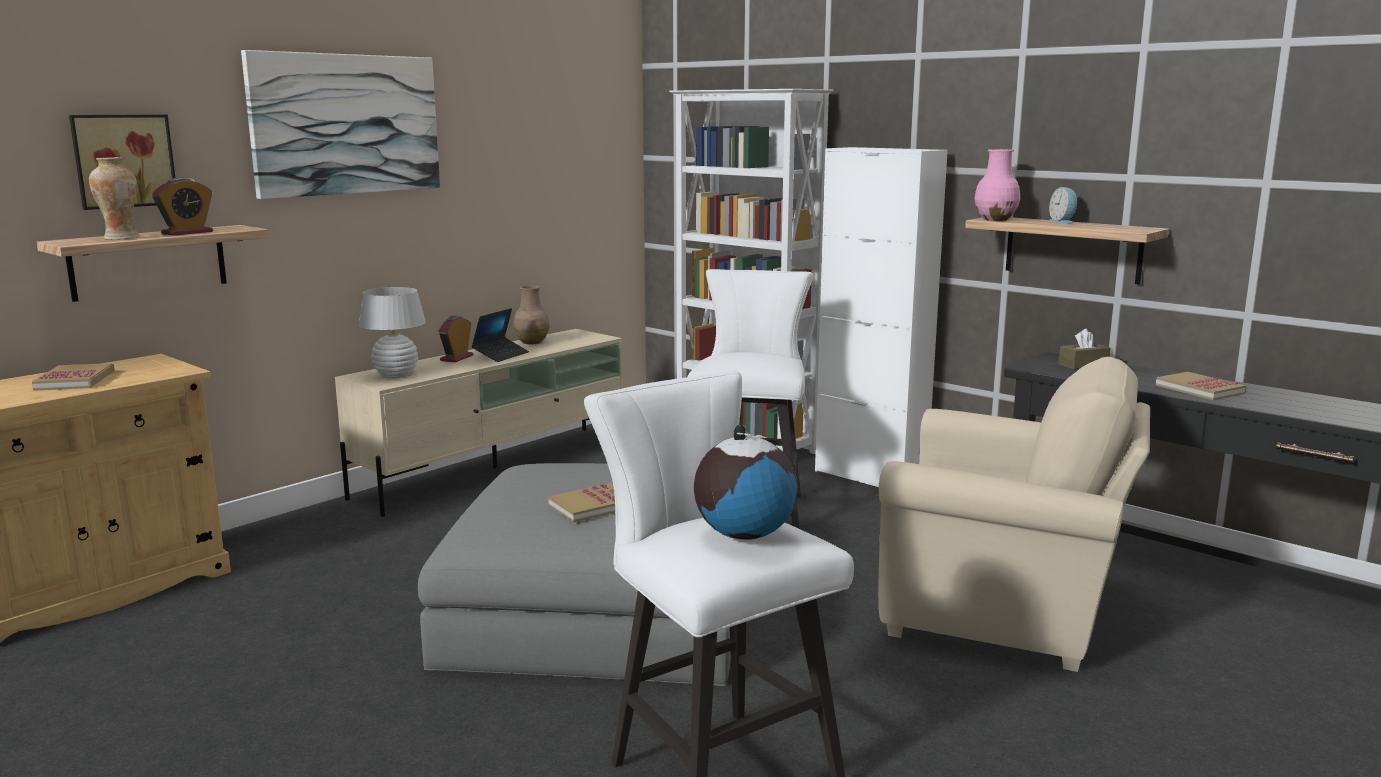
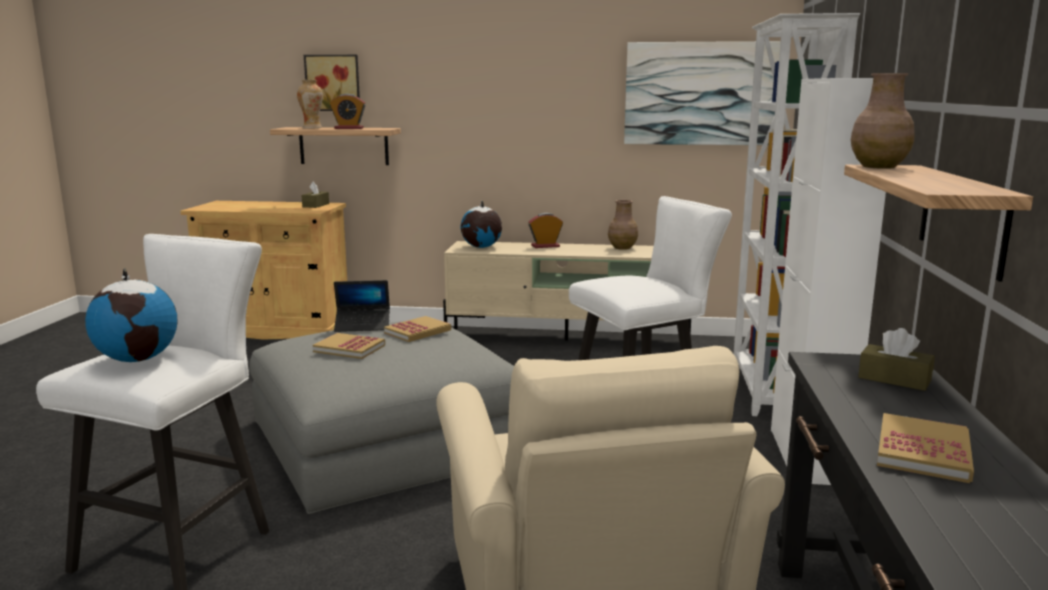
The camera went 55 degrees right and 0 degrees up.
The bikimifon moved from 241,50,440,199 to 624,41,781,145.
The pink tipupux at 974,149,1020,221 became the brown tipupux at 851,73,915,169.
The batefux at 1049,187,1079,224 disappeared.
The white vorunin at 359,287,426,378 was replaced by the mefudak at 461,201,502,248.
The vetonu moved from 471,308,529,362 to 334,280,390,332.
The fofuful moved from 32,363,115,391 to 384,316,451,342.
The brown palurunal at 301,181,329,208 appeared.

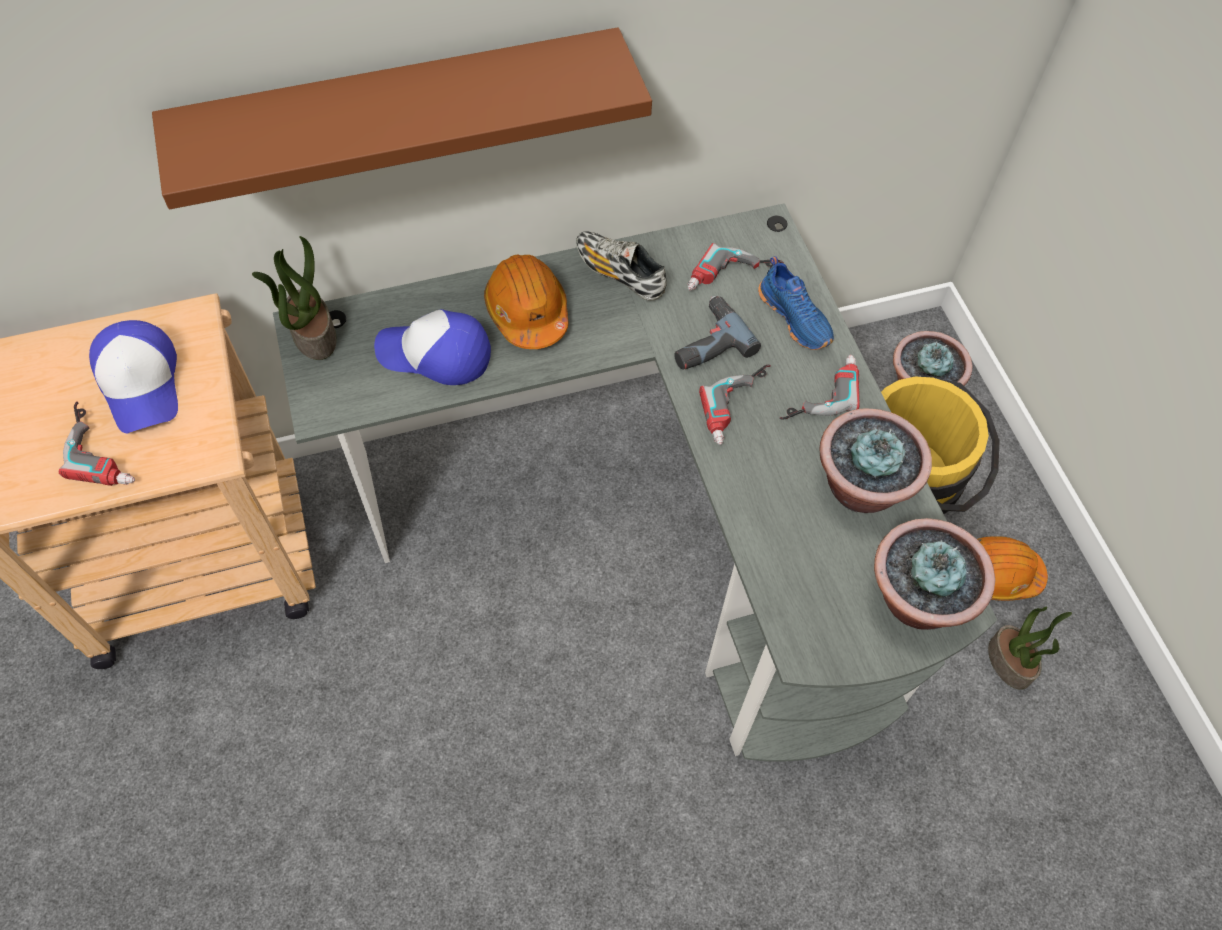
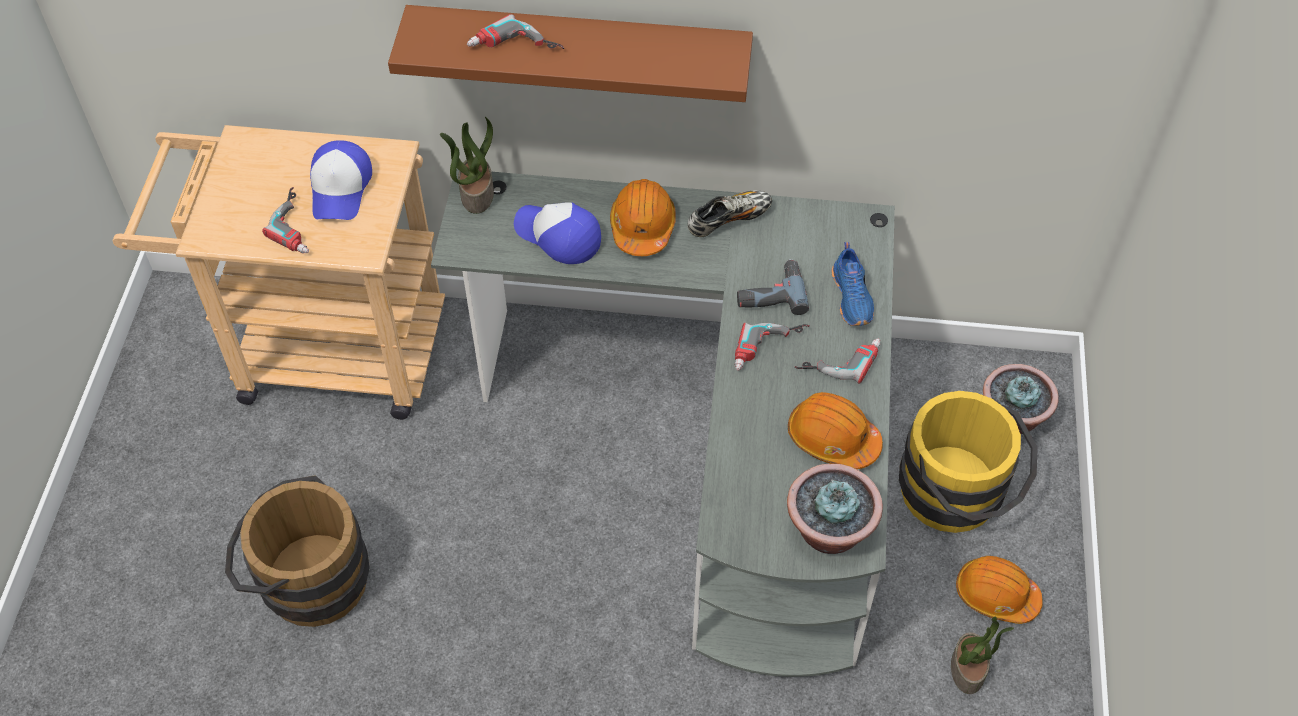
The camera went 25 degrees right and 5 degrees down.
The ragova at 576,231,667,301 turned 90 degrees clockwise.
The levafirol moved from 688,243,784,291 to 467,14,564,49.
The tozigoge at 819,409,932,513 was replaced by the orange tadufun at 788,392,883,469.
The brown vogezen at 225,475,370,627 appeared.

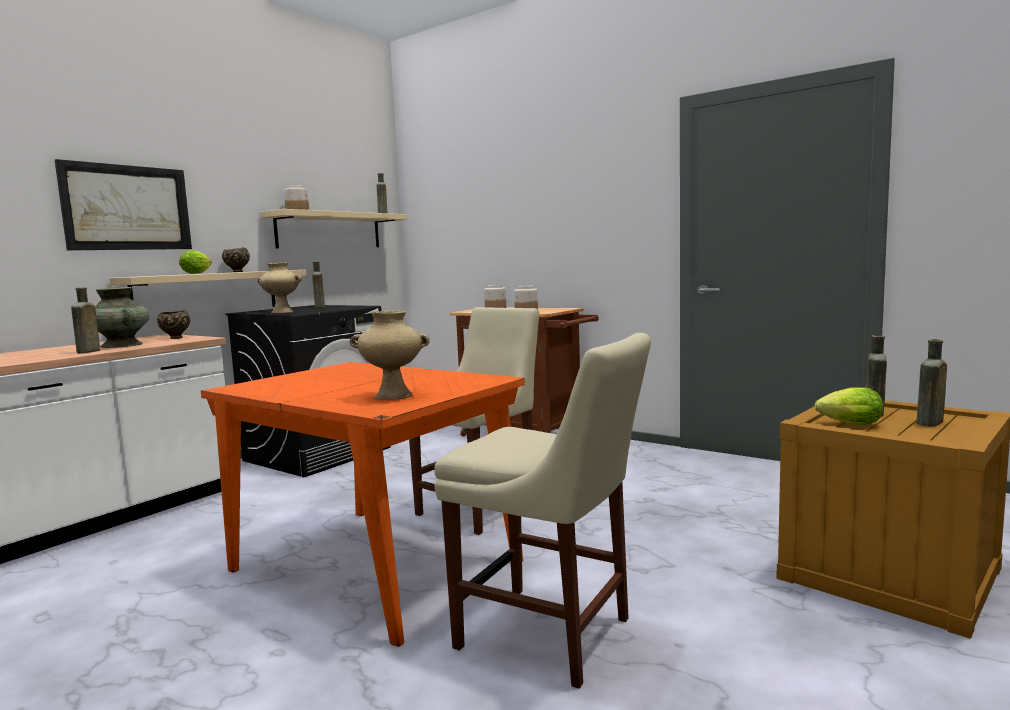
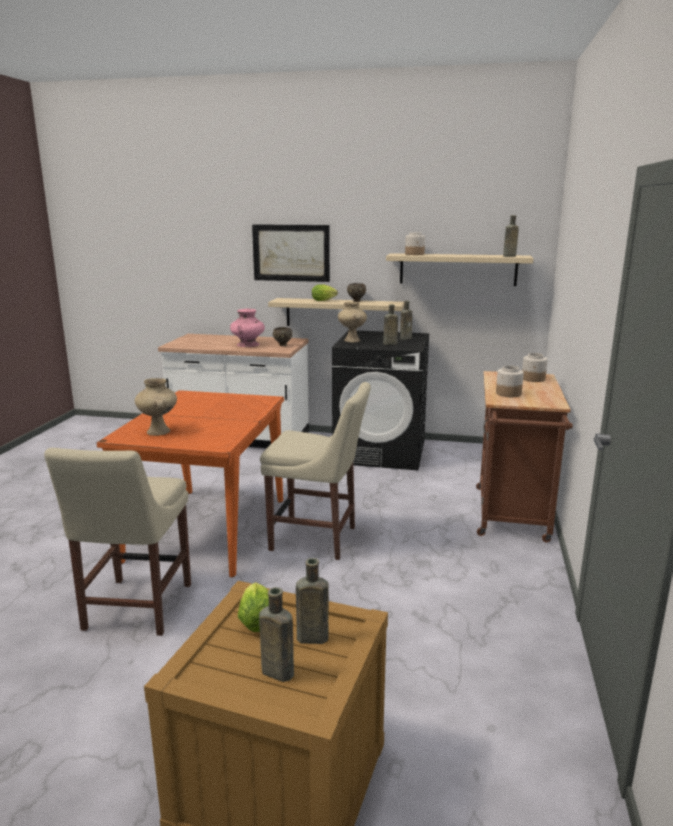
The camera went 65 degrees right and 10 degrees up.
The turquoise tipupux at 95,286,149,348 became the pink tipupux at 230,309,265,347.
The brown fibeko moved from 71,288,100,354 to 383,305,398,345.

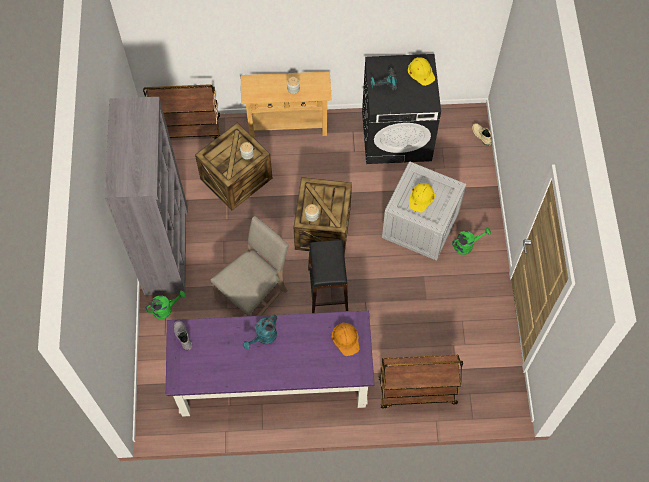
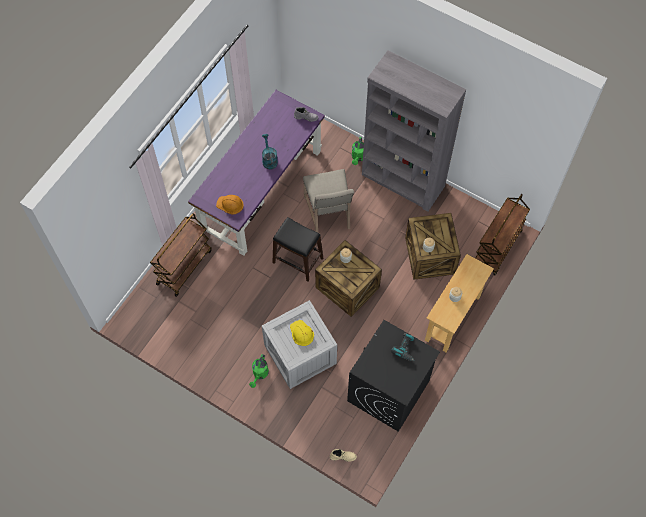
The camera went 125 degrees right and 0 degrees up.
The yellow tadufun at 408,57,435,86 disappeared.

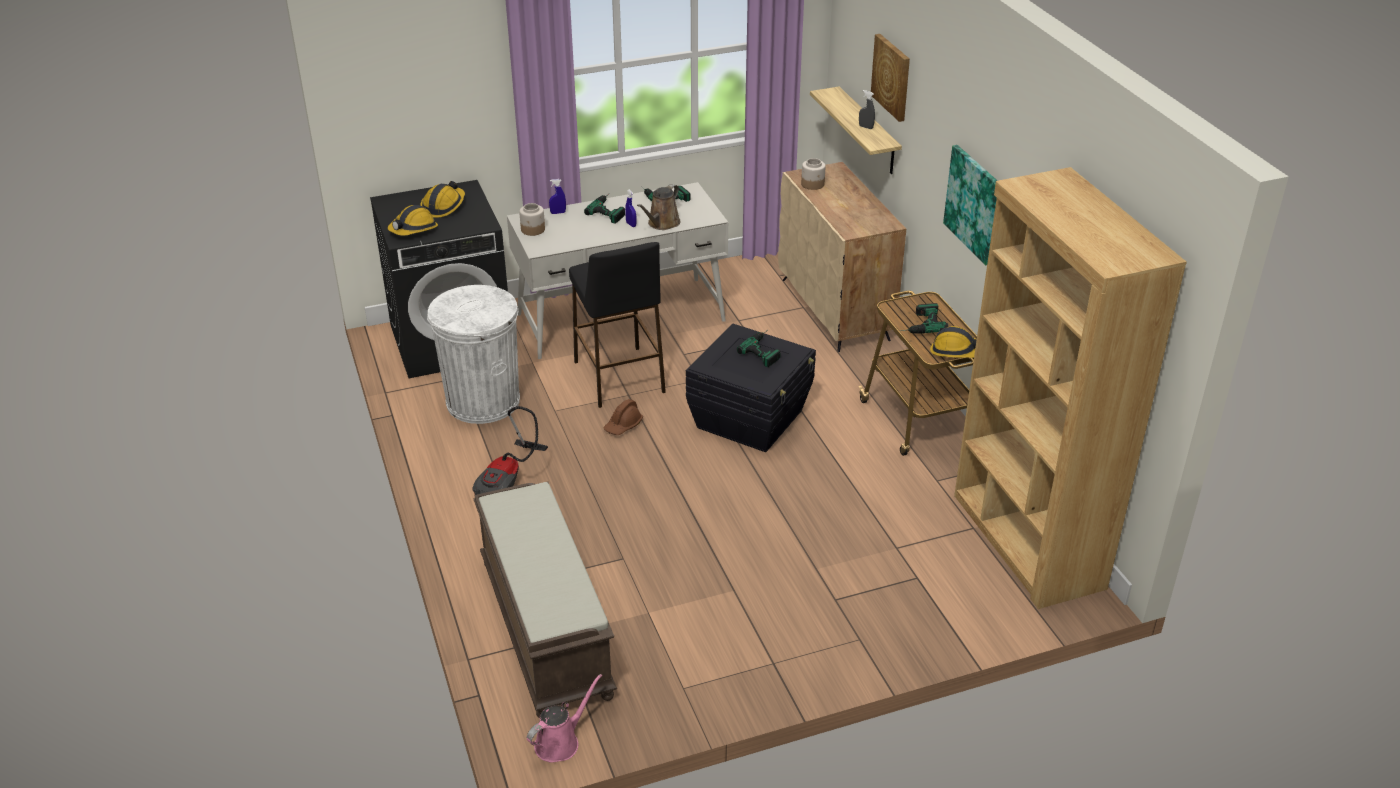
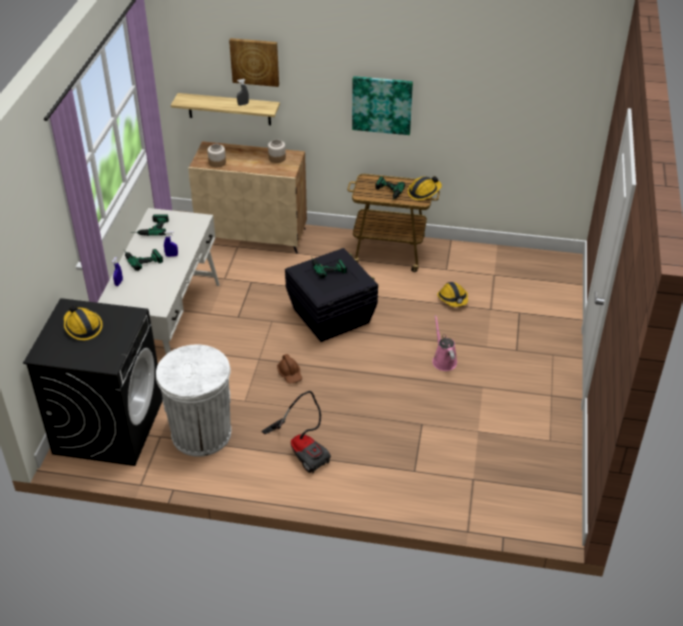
The camera went 60 degrees left and 5 degrees up.
The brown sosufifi at 954,167,1187,609 disappeared.
The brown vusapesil at 637,184,681,230 disappeared.
The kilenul moved from 519,203,545,236 to 268,139,286,163.
The tadufun moved from 388,205,438,236 to 437,282,468,307.
The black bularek at 569,242,666,408 disappeared.
The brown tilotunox at 474,481,617,718 disappeared.
The pink vusapesil moved from 527,674,602,763 to 432,315,457,371.

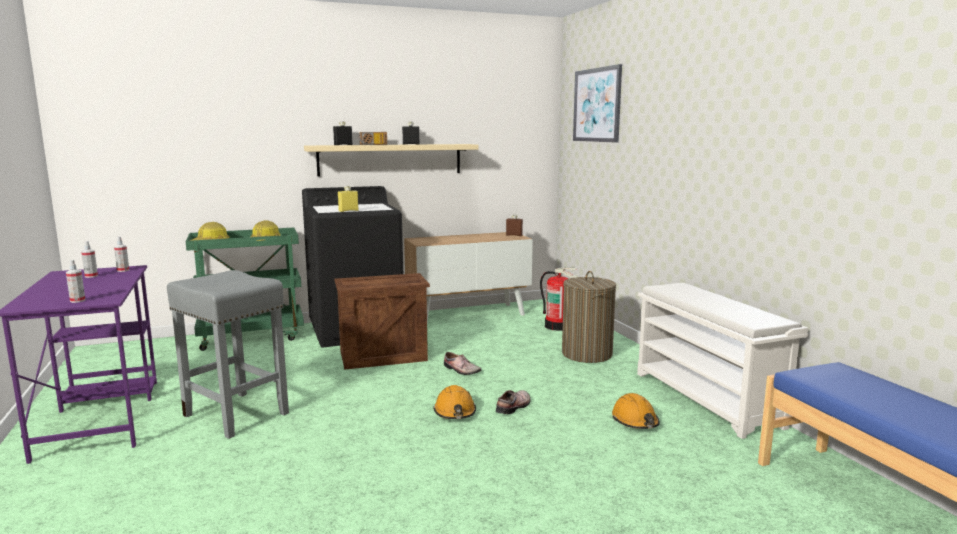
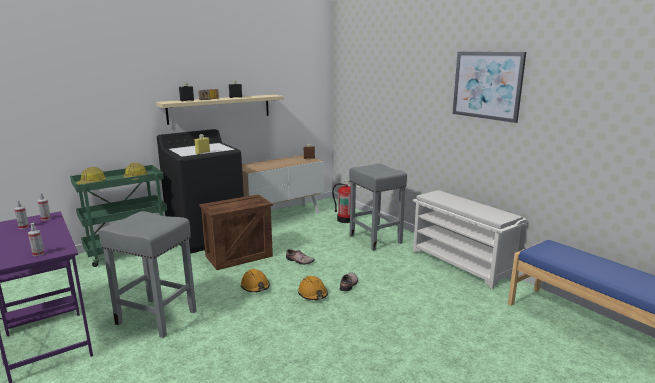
The camera went 15 degrees left and 5 degrees up.
The bikimifon moved from 573,64,622,143 to 452,52,526,123.
The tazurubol at 562,271,616,363 was replaced by the grey bularek at 349,164,407,251.
The orange tadufun moved from 612,393,660,429 to 241,269,270,292.

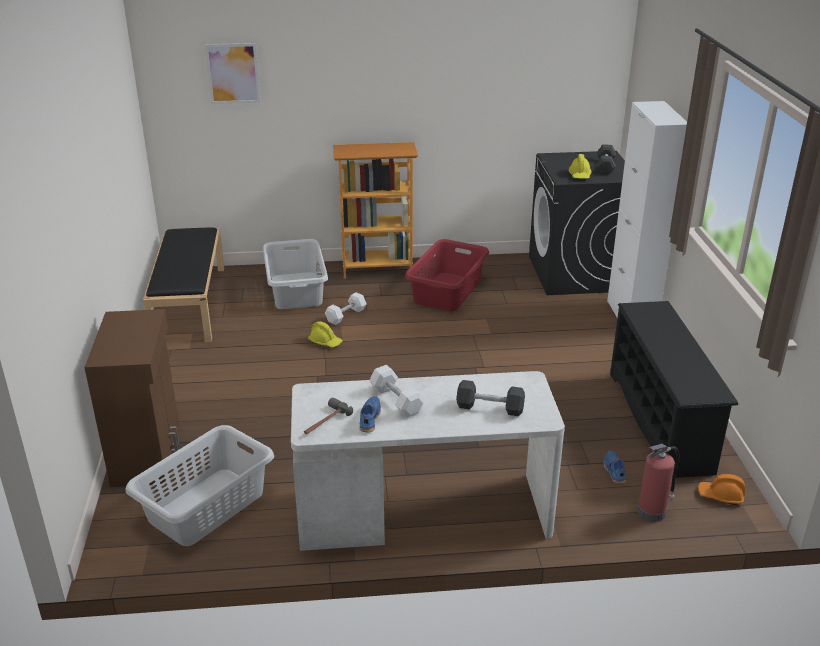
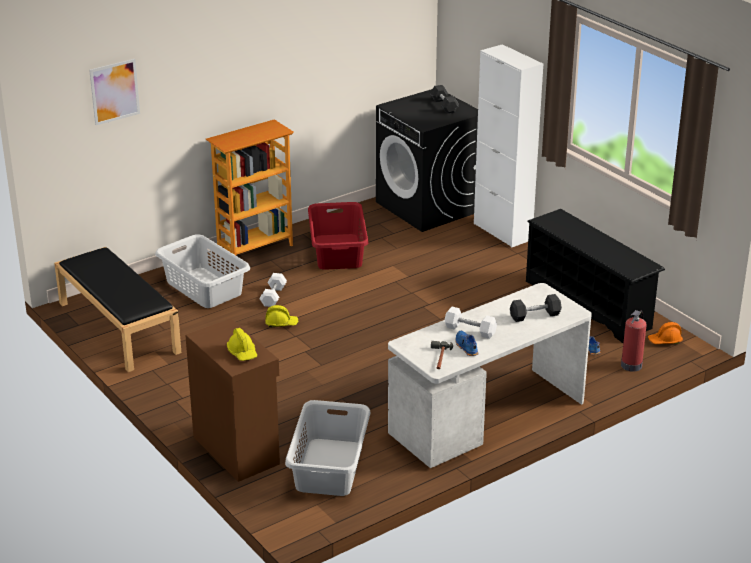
The camera went 30 degrees left and 0 degrees up.
The yellow tadufun moved from 568,154,592,179 to 227,328,257,361.

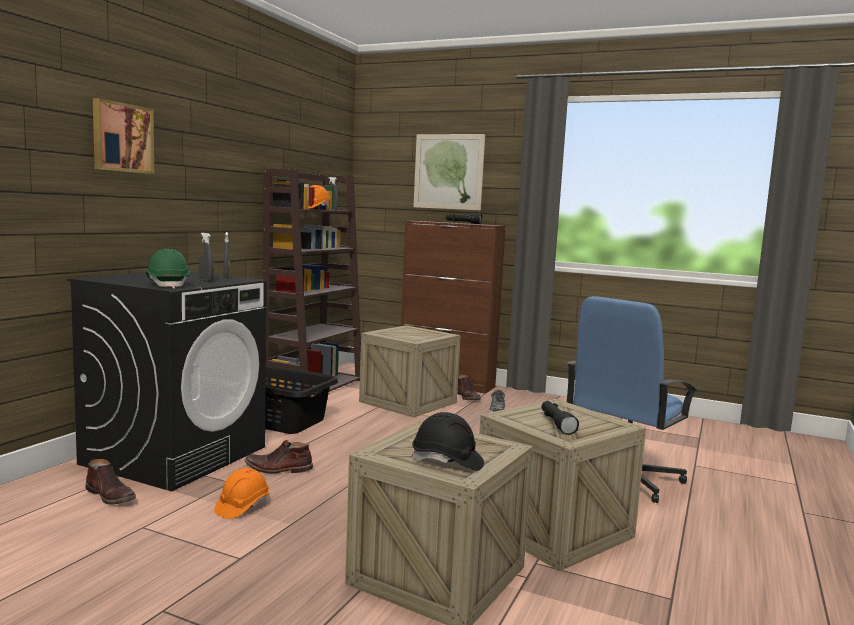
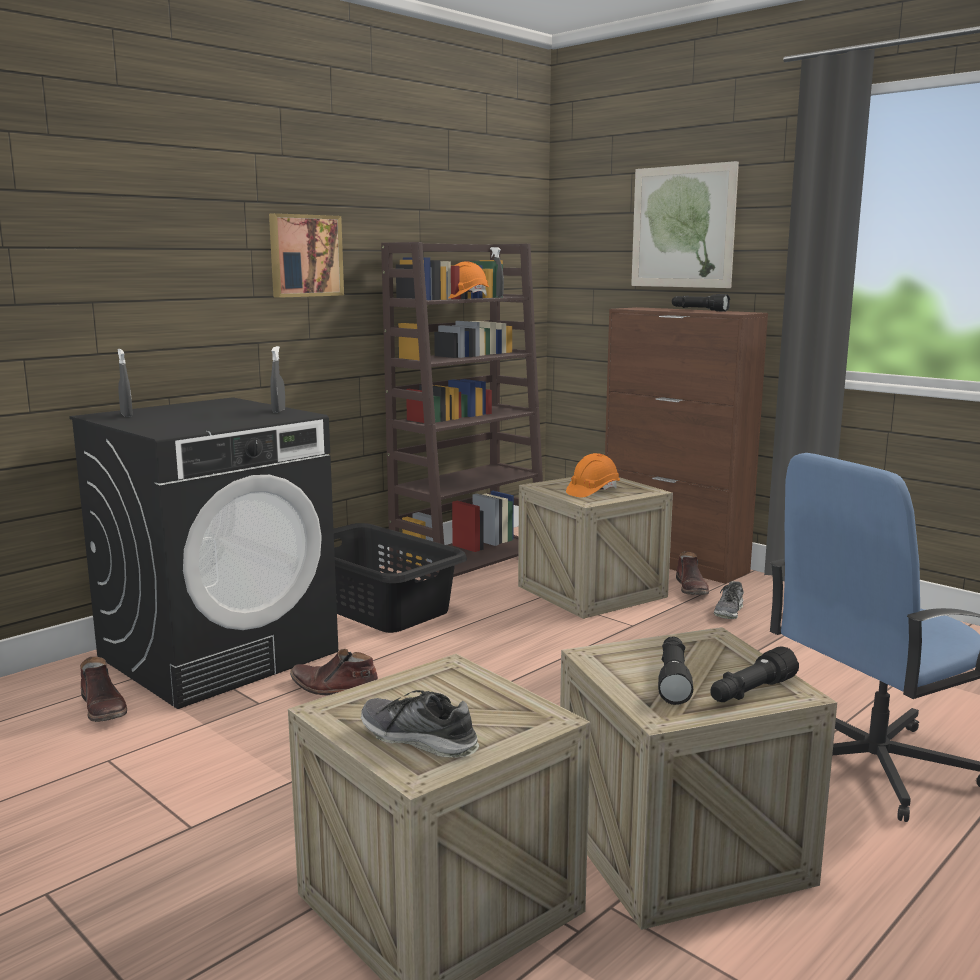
The camera went 20 degrees right and 5 degrees up.
The bikimifon moved from 93,98,154,174 to 269,213,344,298.
The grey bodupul moved from 199,233,214,281 to 118,349,133,417.
The green tadufun at 146,249,190,289 disappeared.
The black tadufun at 412,412,484,471 was replaced by the ragova at 360,690,479,758.
The orange tadufun moved from 214,468,269,519 to 566,453,620,497.
The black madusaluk at 710,646,799,702 appeared.

